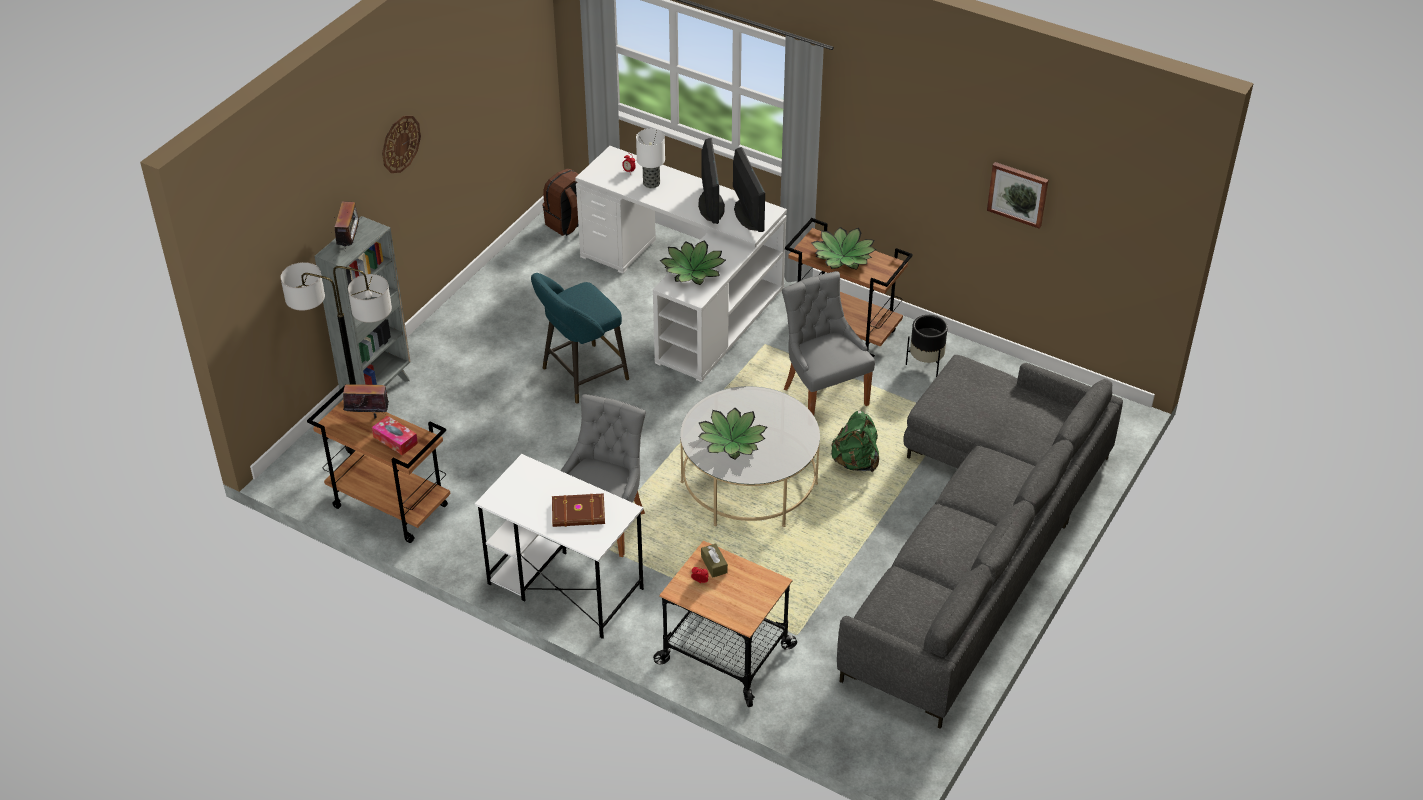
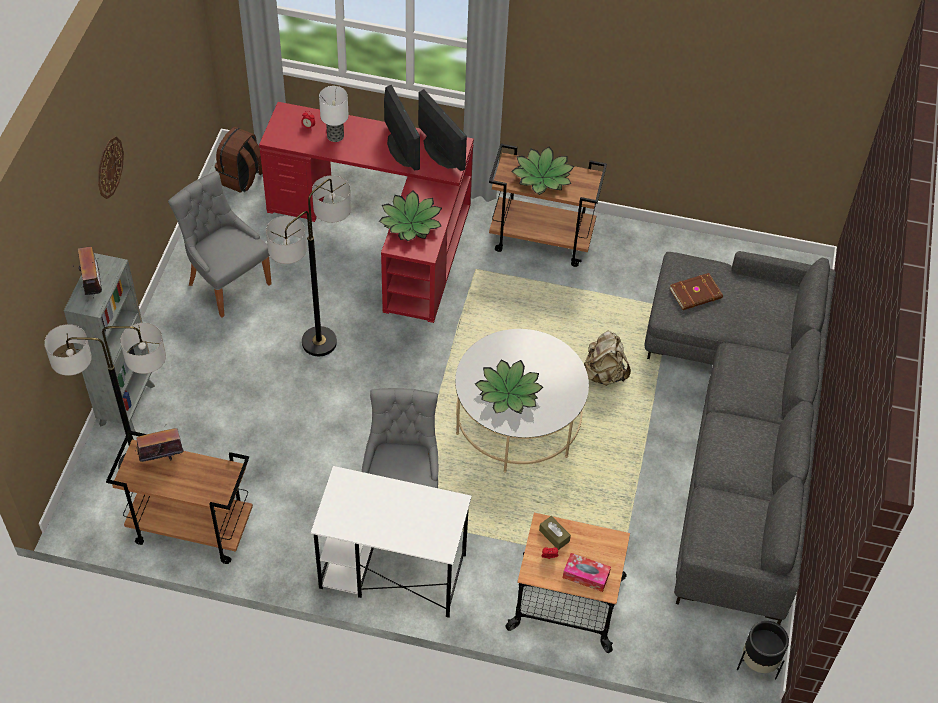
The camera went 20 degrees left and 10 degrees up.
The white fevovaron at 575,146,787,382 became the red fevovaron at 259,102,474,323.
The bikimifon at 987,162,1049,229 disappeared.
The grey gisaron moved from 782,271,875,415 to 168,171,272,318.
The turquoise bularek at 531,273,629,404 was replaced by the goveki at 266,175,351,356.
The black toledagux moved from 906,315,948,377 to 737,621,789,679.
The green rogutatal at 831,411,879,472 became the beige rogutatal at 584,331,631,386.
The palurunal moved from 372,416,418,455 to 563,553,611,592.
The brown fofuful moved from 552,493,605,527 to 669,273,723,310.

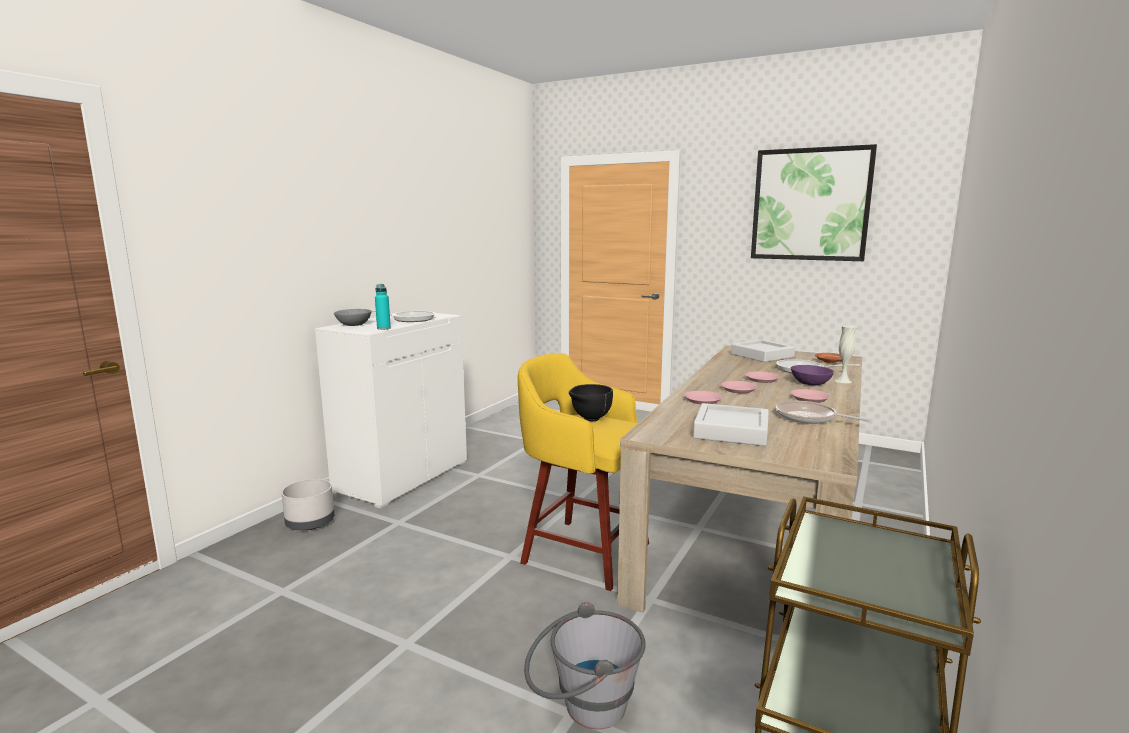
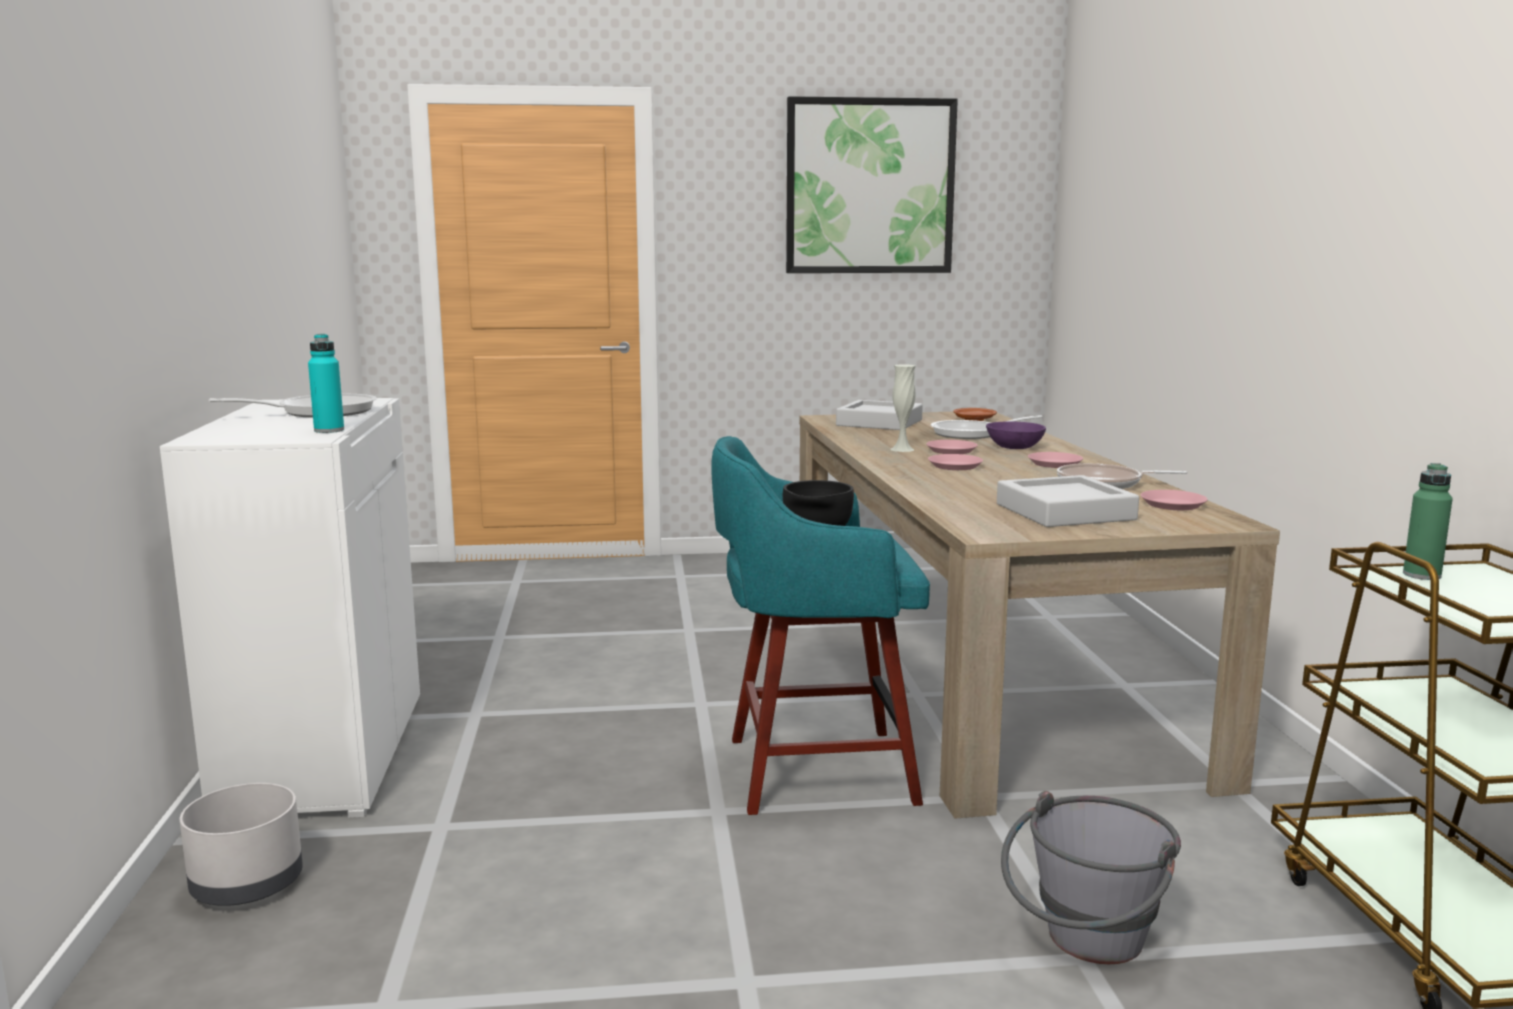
The camera went 35 degrees left and 0 degrees up.
The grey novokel at 334,309,372,326 disappeared.
The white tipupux moved from 835,325,857,383 to 891,364,915,452.
The yellow bularek at 518,353,649,591 became the turquoise bularek at 711,436,930,815.
The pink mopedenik moved from 684,391,722,404 to 1141,490,1208,510.
The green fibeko at 1403,463,1452,580 appeared.

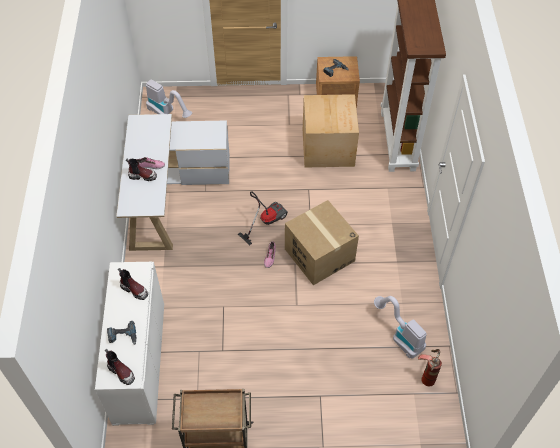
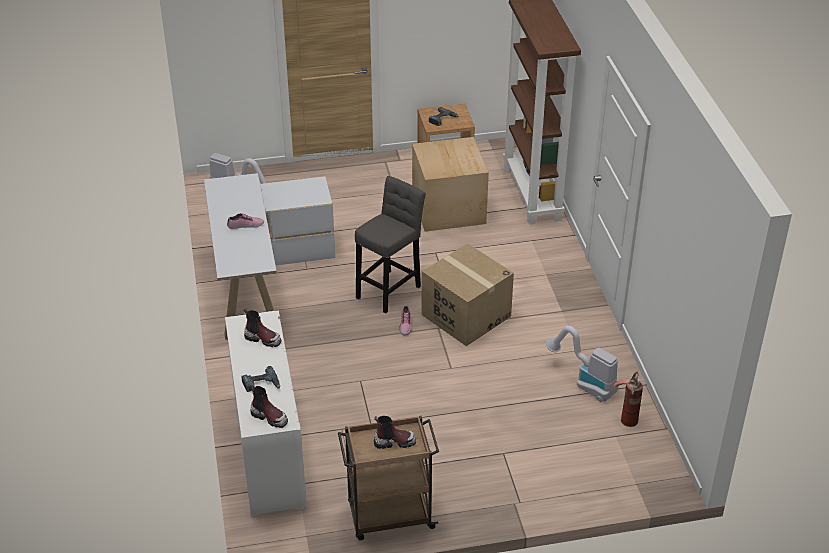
The camera went 10 degrees left and 15 degrees down.
The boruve moved from 126,158,157,181 to 374,416,416,449.
The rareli at 238,191,288,246 was replaced by the grey bularek at 355,176,426,314.

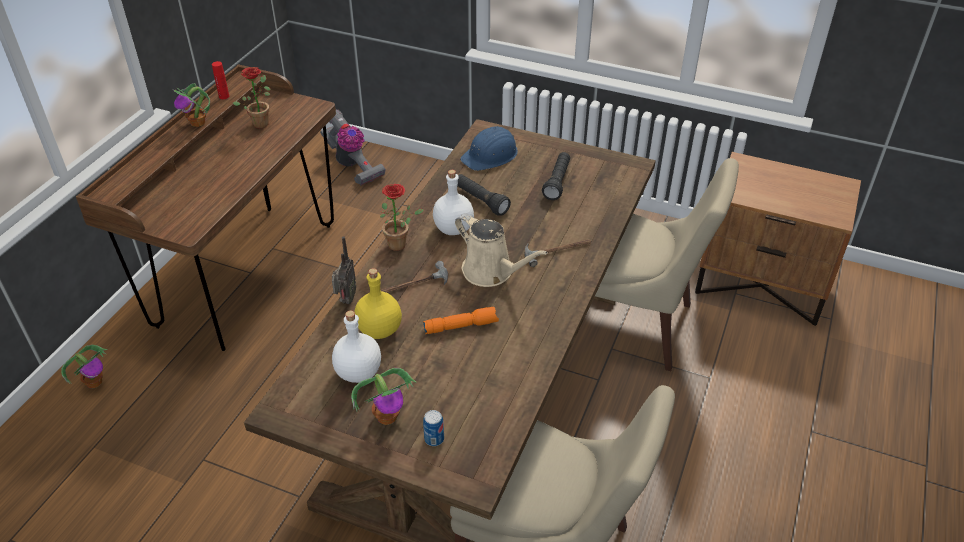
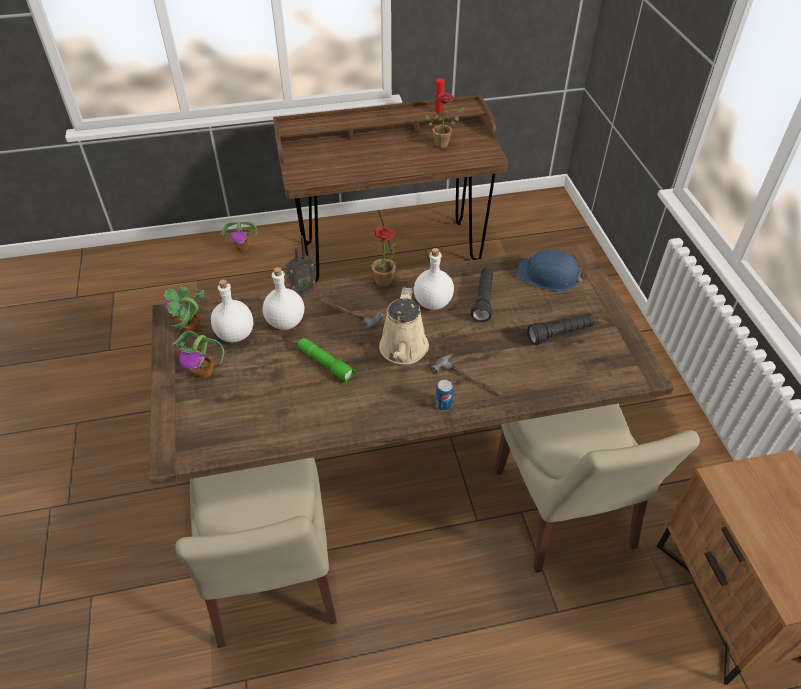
The camera went 55 degrees right and 5 degrees up.
The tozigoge moved from 174,83,210,127 to 164,286,204,332.
The rareli at 320,110,386,186 disappeared.
The yellow fibeko at 355,268,402,339 became the white fibeko at 263,267,304,330.
The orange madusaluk at 423,307,499,334 became the green madusaluk at 297,338,356,383.
The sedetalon moved from 423,410,444,446 to 435,380,454,411.

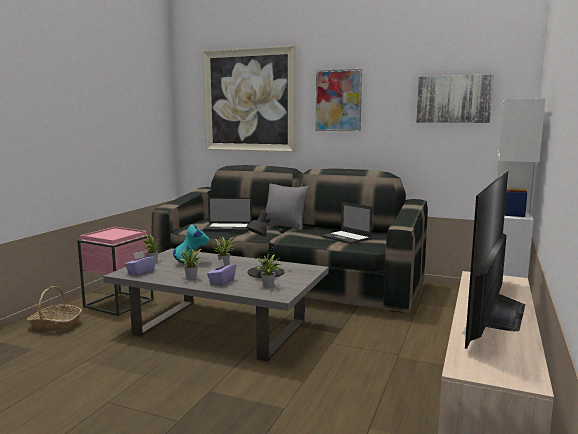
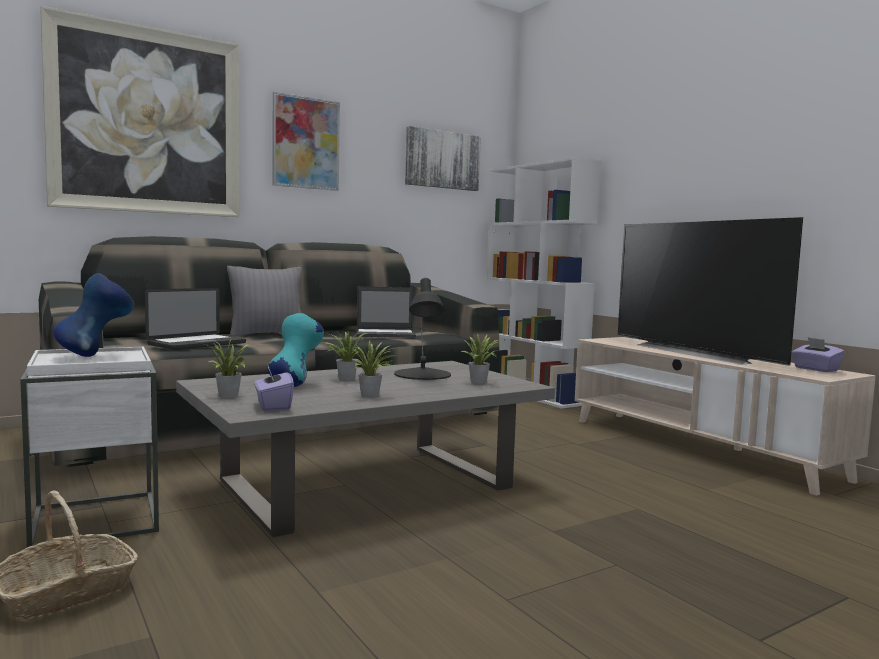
The camera went 55 degrees left and 5 degrees down.
The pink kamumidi at 77,227,154,316 became the white kamumidi at 20,347,159,547.
The purple palurunal moved from 207,259,236,286 to 791,337,845,372.
The blue tipupux at 53,273,134,357 appeared.

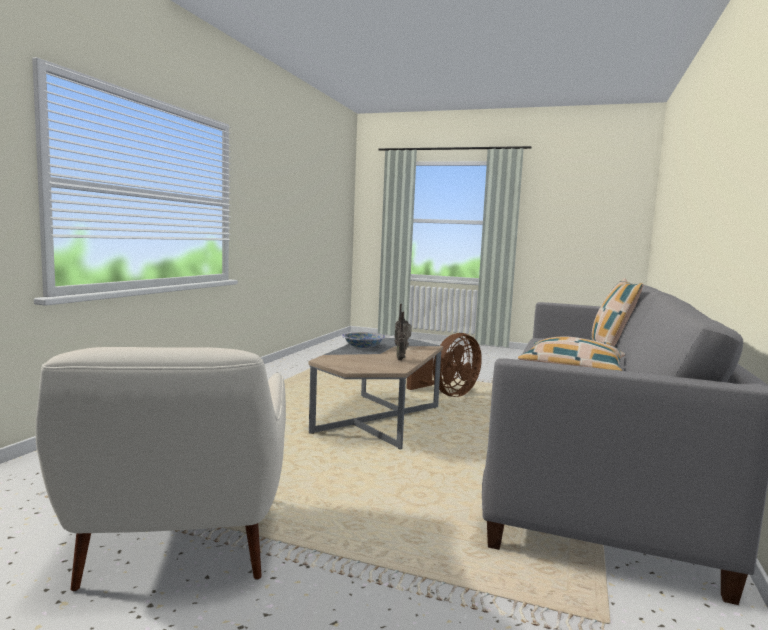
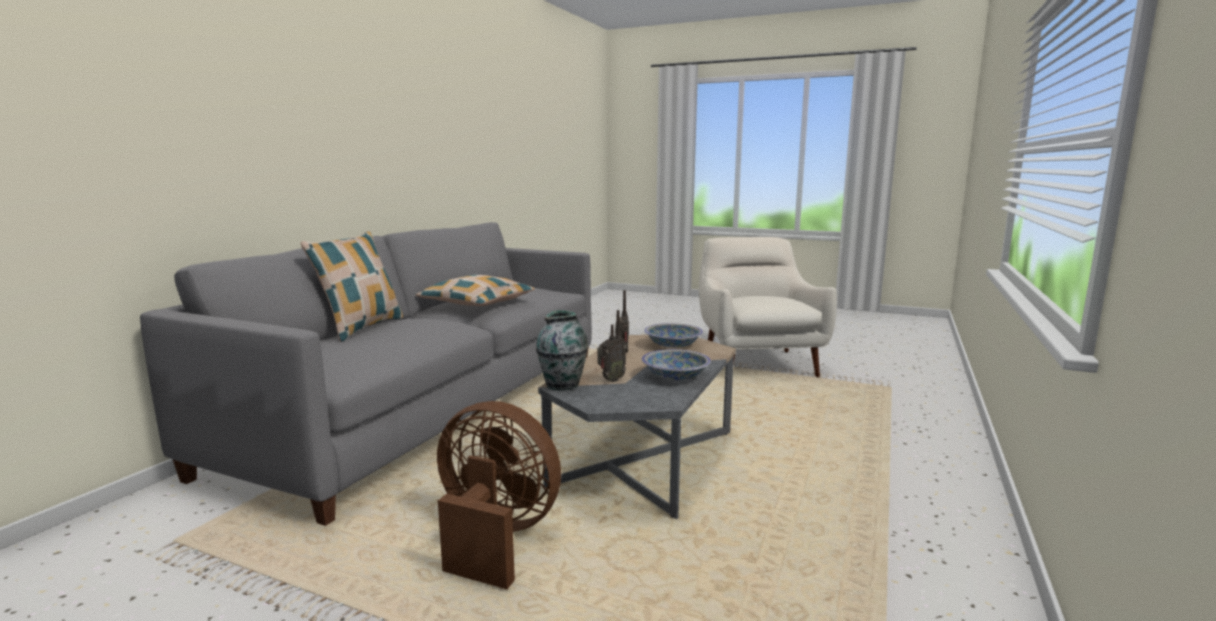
The camera went 175 degrees left and 5 degrees up.
The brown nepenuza at 406,333,482,397 turned 60 degrees clockwise.
The tipupux at 536,310,588,390 appeared.
The novokel at 644,323,703,348 appeared.

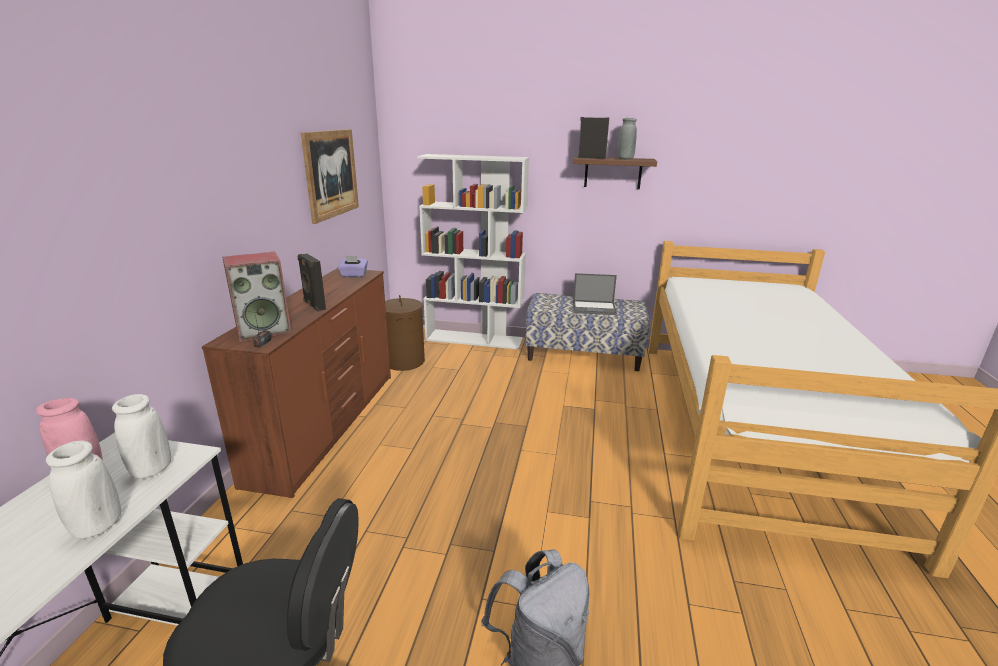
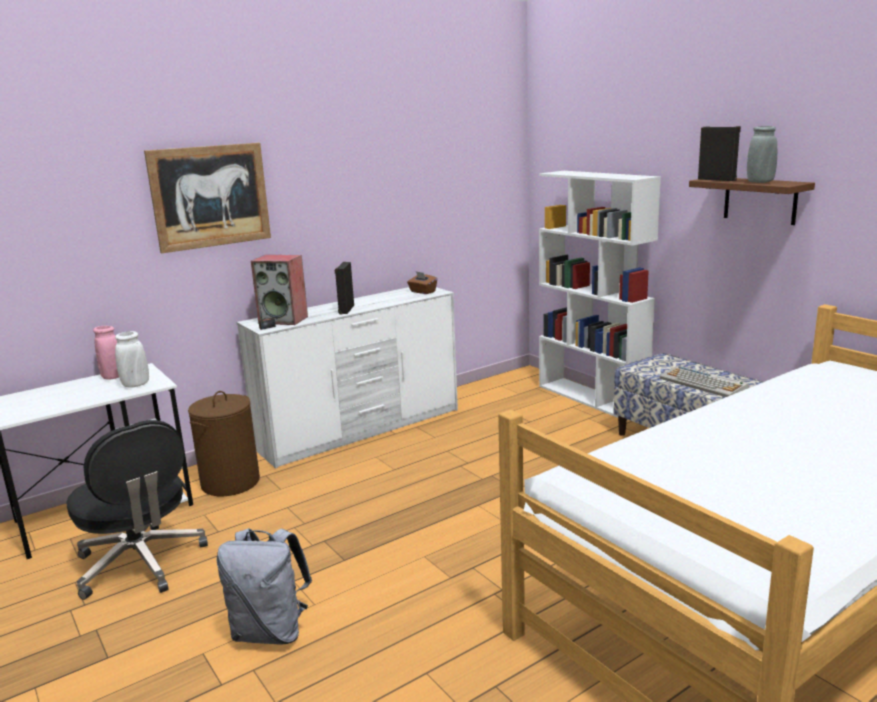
The camera went 45 degrees right and 5 degrees down.
The bikimifon moved from 301,129,359,224 to 144,143,271,253.
The purple palurunal at 338,256,368,277 became the brown palurunal at 407,271,437,294.
The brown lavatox at 202,268,391,498 became the white lavatox at 237,287,458,468.
The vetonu at 573,273,617,315 was replaced by the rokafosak at 660,365,749,397.
The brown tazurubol moved from 385,295,425,371 to 188,391,260,496.
The white tipupux at 46,441,121,539 disappeared.

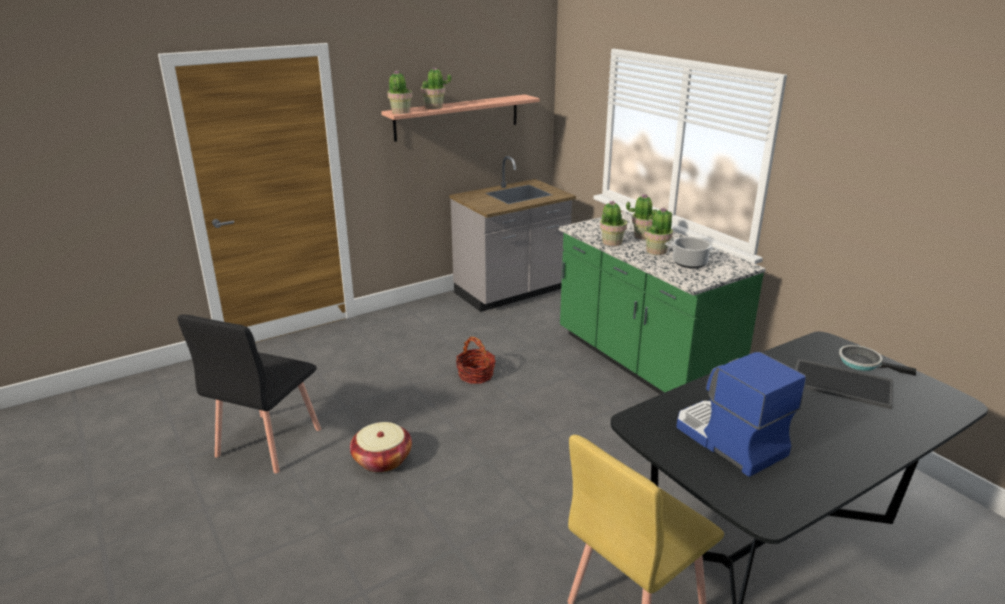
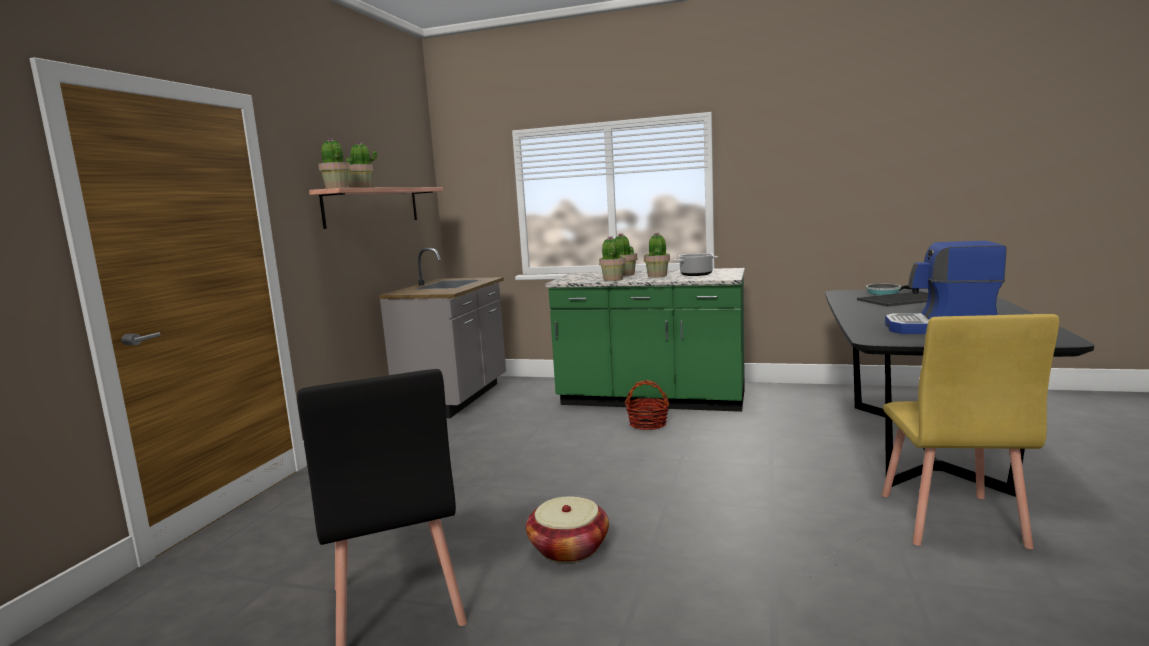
The camera went 40 degrees left and 15 degrees down.
The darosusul moved from 456,337,495,384 to 624,380,669,430.

